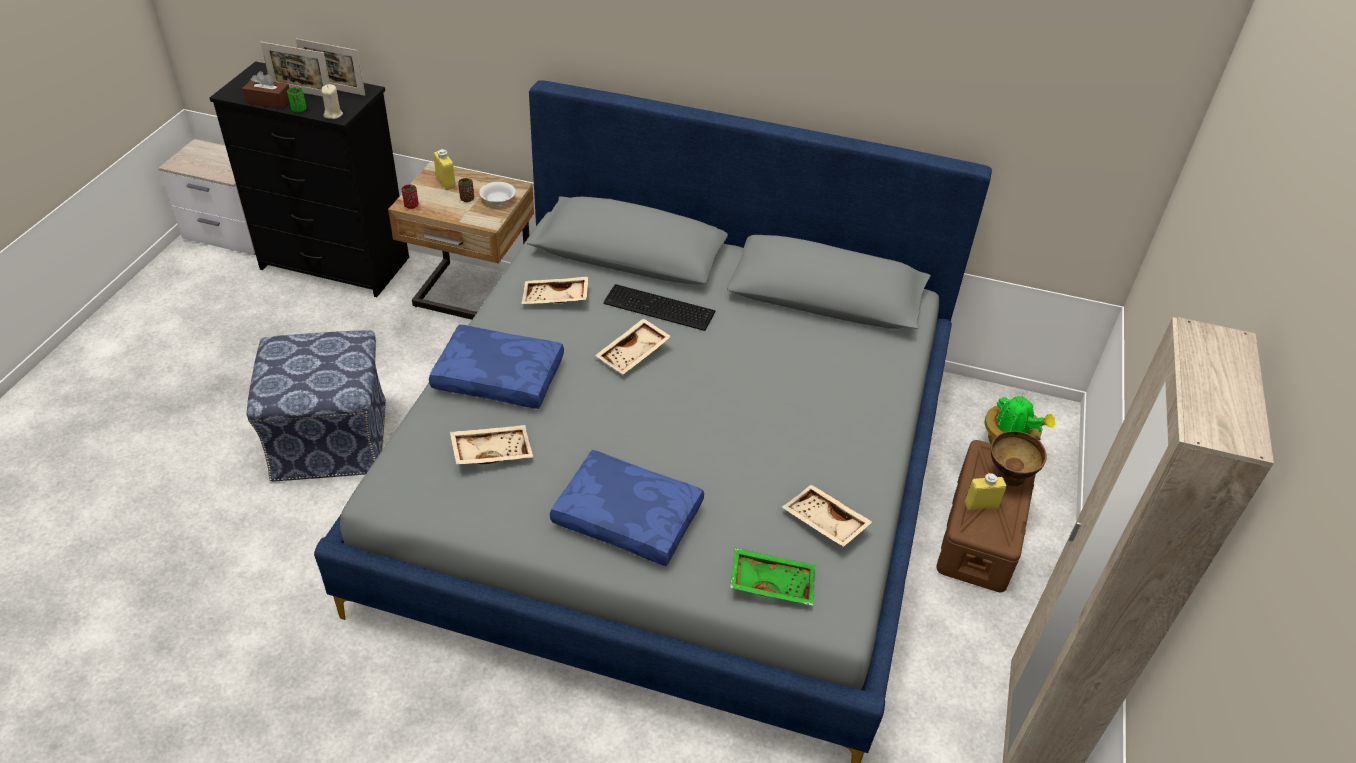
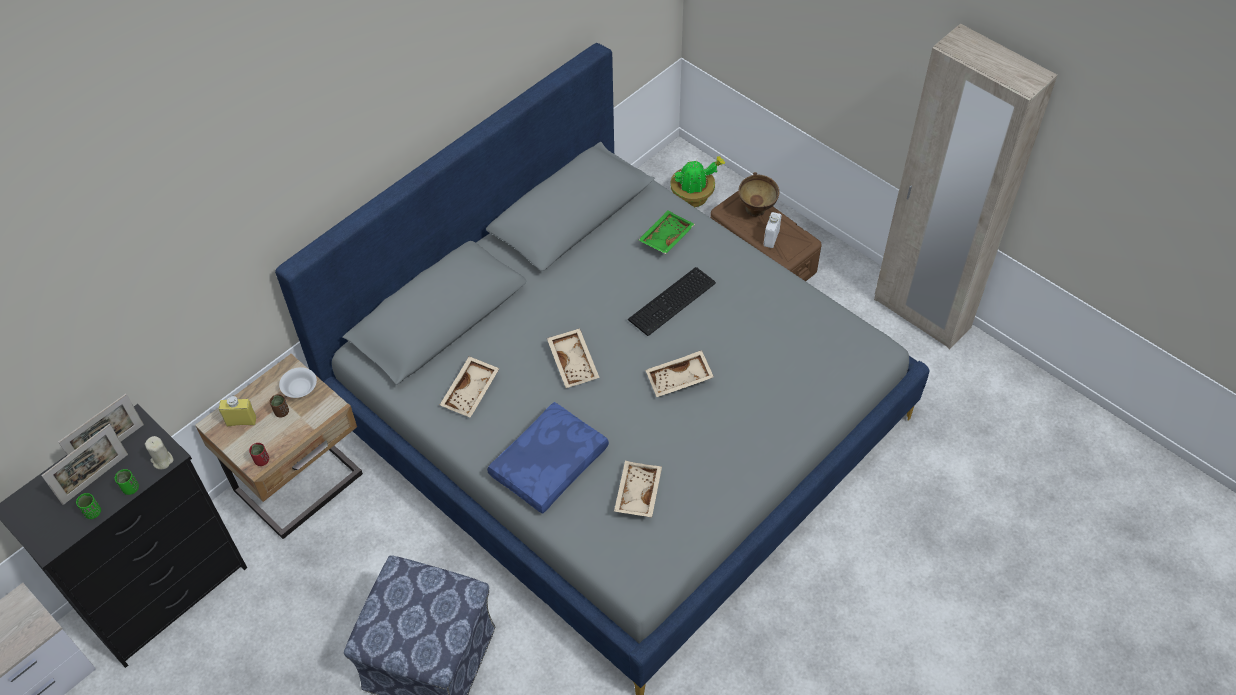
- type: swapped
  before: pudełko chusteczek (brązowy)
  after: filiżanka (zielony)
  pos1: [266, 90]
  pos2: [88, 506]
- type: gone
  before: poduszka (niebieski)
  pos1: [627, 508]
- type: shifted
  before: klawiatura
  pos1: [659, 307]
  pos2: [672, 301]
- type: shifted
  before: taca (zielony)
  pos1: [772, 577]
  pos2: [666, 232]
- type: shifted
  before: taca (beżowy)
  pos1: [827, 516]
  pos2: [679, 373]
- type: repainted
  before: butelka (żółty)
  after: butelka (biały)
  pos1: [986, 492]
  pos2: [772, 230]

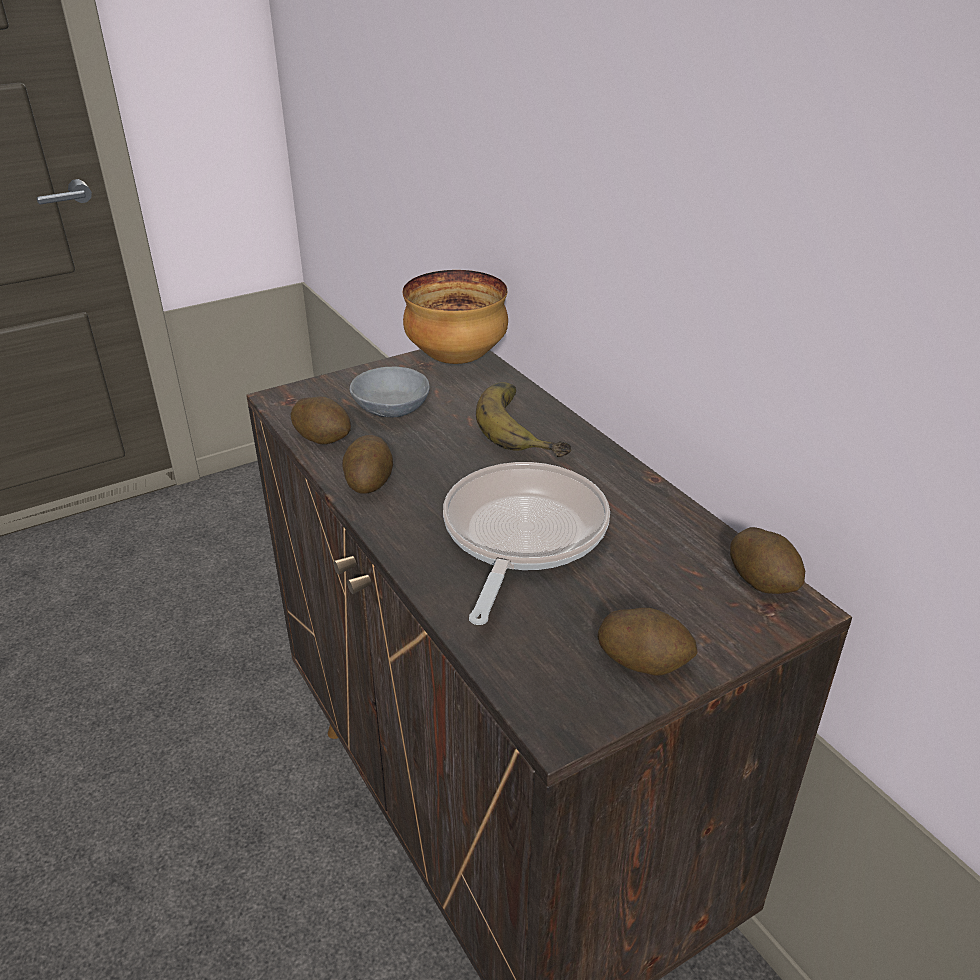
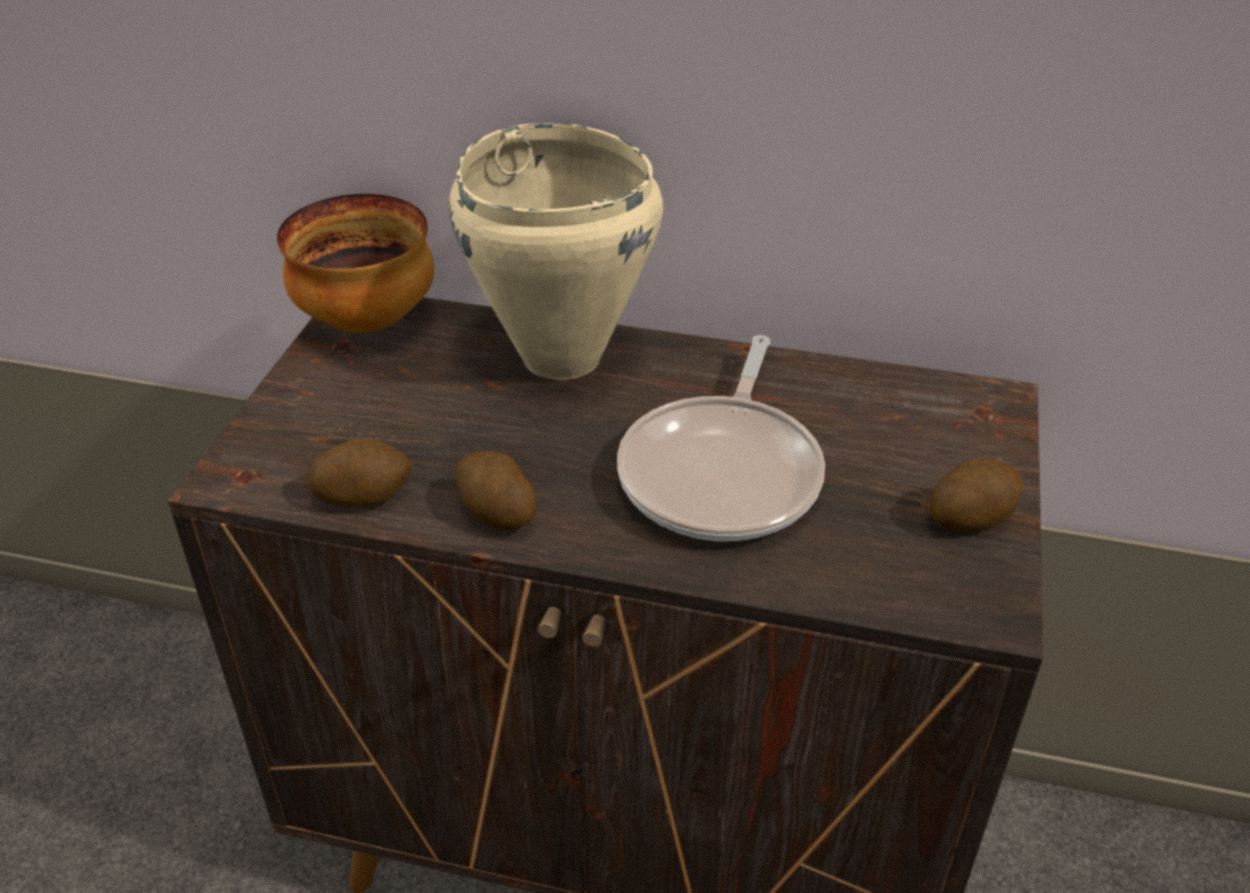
- type: gone
  before: miska (szary)
  pos1: [390, 392]
- type: rotated
  before: patelnia
  pos1: [526, 543]
  pos2: [721, 438]
  turn: -135
- type: swapped
  before: banan
  after: garnek (beżowy)
  pos1: [523, 419]
  pos2: [556, 251]
- type: gone
  before: ziemniak
  pos1: [767, 560]

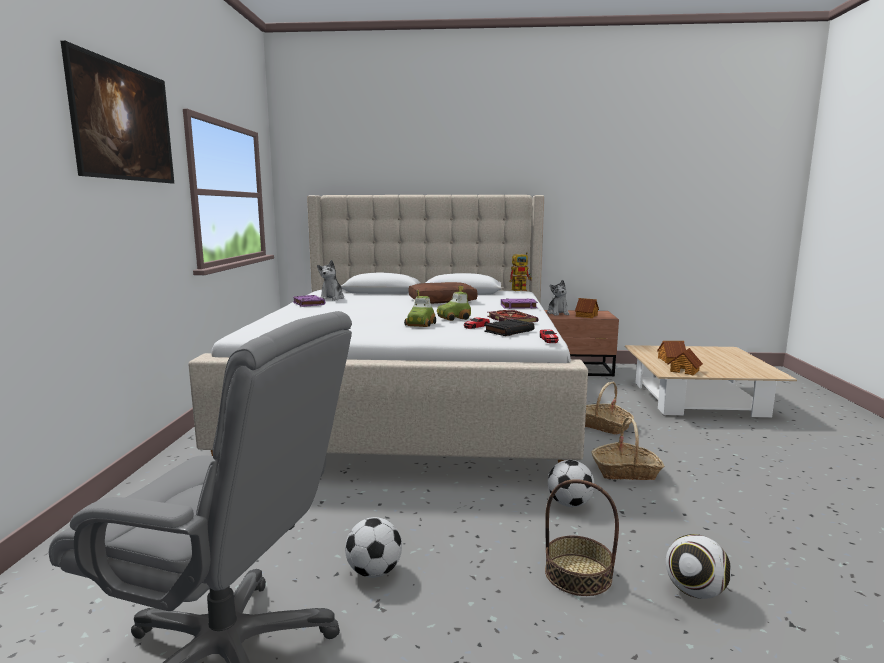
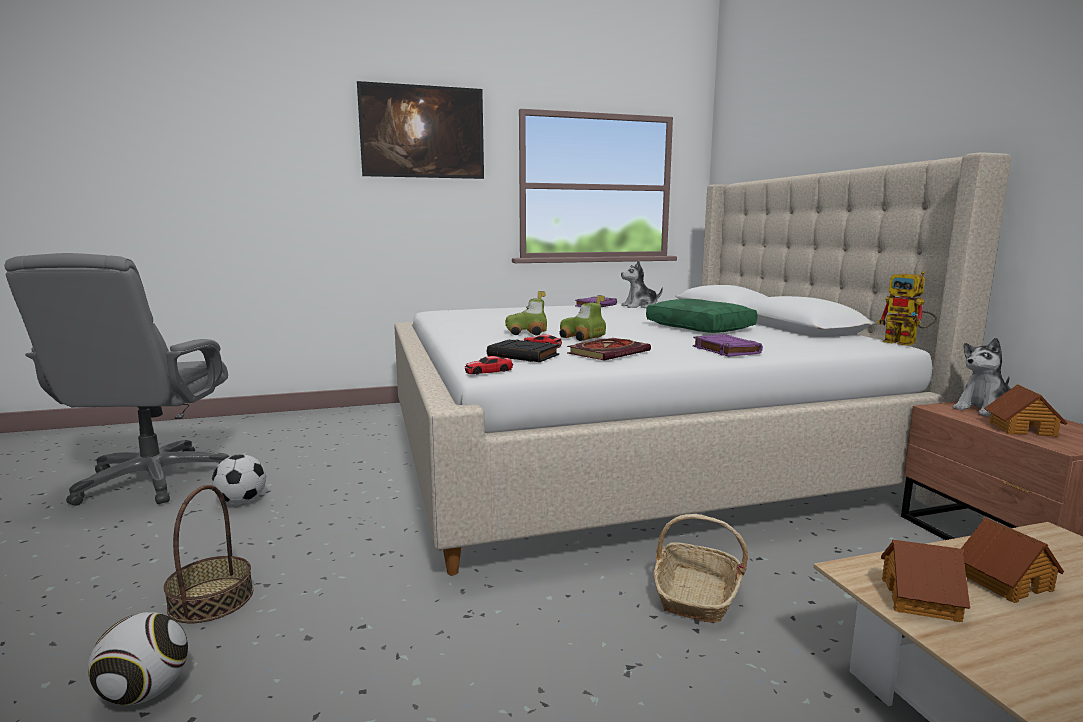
- type: repainted
  before: poduszka (brązowy)
  after: poduszka (zielony)
  pos1: [443, 293]
  pos2: [702, 316]
- type: gone
  before: piłka futbolowa
  pos1: [571, 483]
- type: gone
  before: koszyk
  pos1: [628, 448]

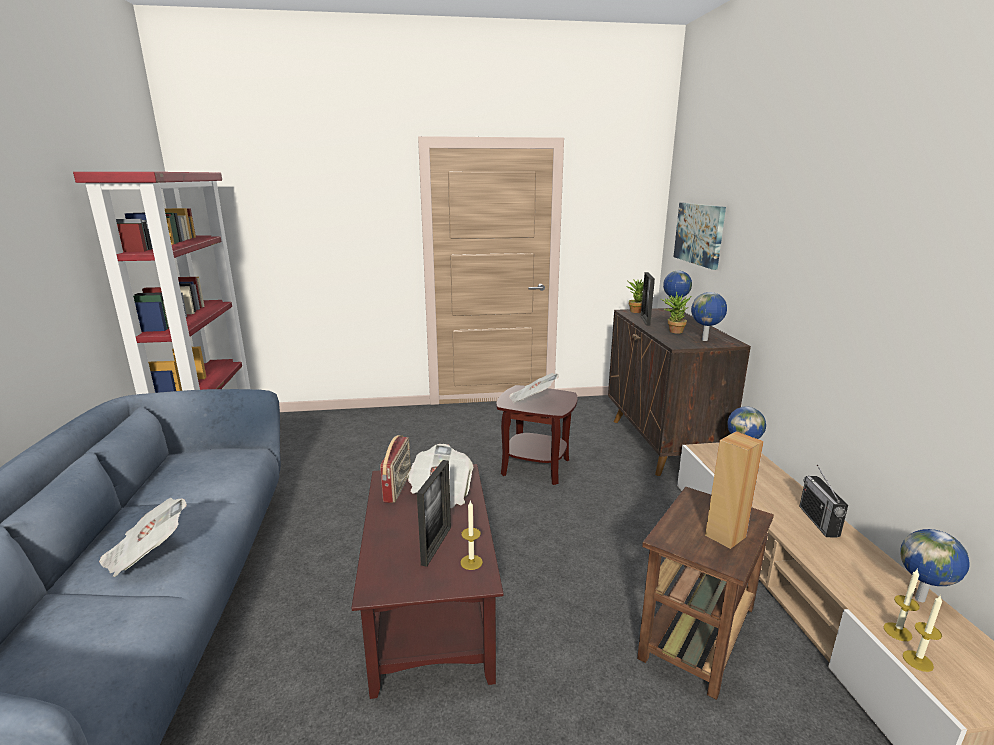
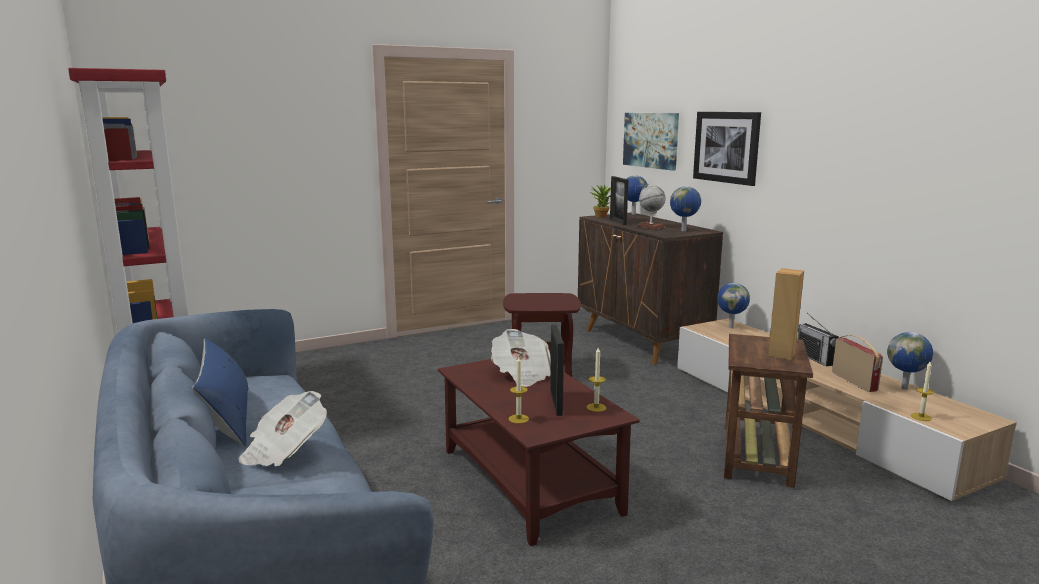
- type: shifted
  before: radio
  pos1: [395, 469]
  pos2: [857, 363]
- type: gone
  before: gazeta
  pos1: [534, 388]
- type: swapped
  before: roślina doniczkowa
  after: globus
  pos1: [675, 312]
  pos2: [651, 207]
- type: shifted
  before: świeca
  pos1: [901, 605]
  pos2: [519, 390]
- type: new
  after: poduszka (niebieski)
  pos2: [220, 392]
- type: new
  after: obraz
  pos2: [727, 149]

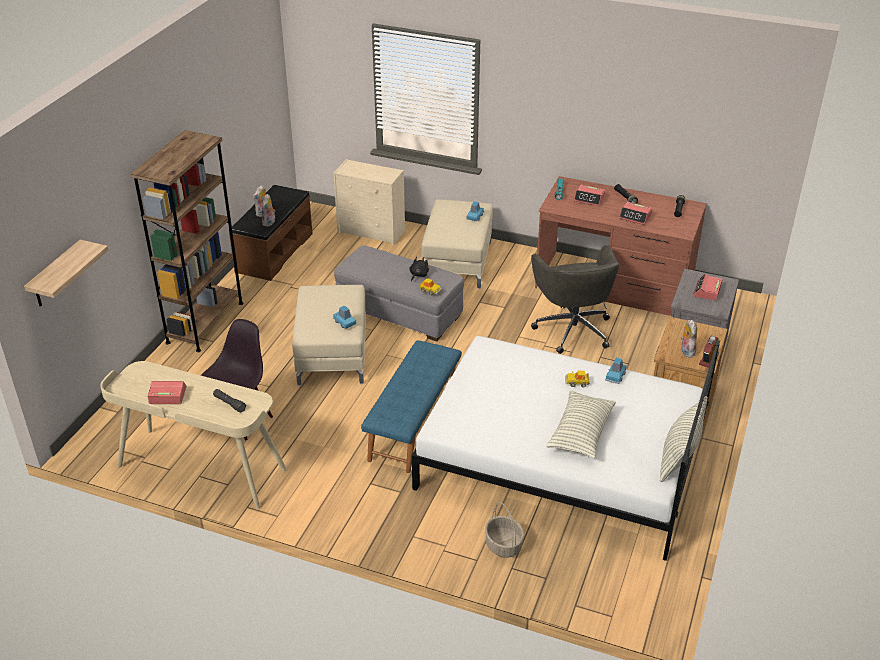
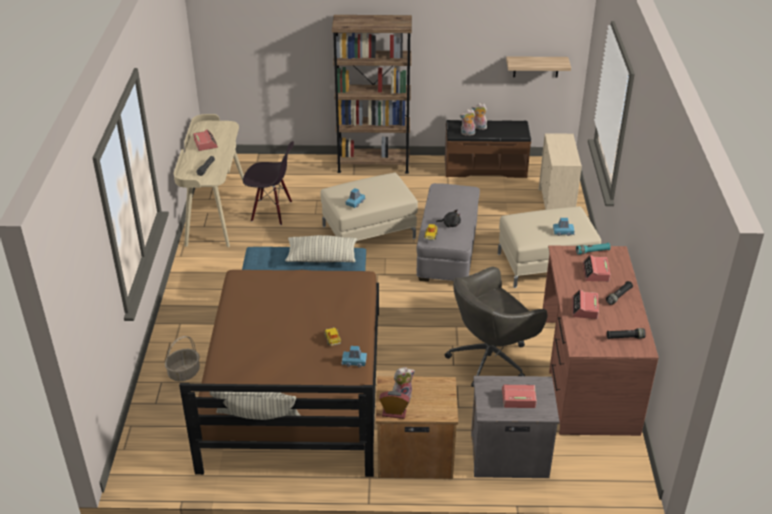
- type: shifted
  before: półka
  pos1: [66, 273]
  pos2: [538, 67]
- type: repainted
  before: łóżko (biały)
  after: łóżko (brązowy)
  pos1: [566, 448]
  pos2: [279, 373]
- type: shifted
  before: poduszka
  pos1: [581, 424]
  pos2: [321, 248]

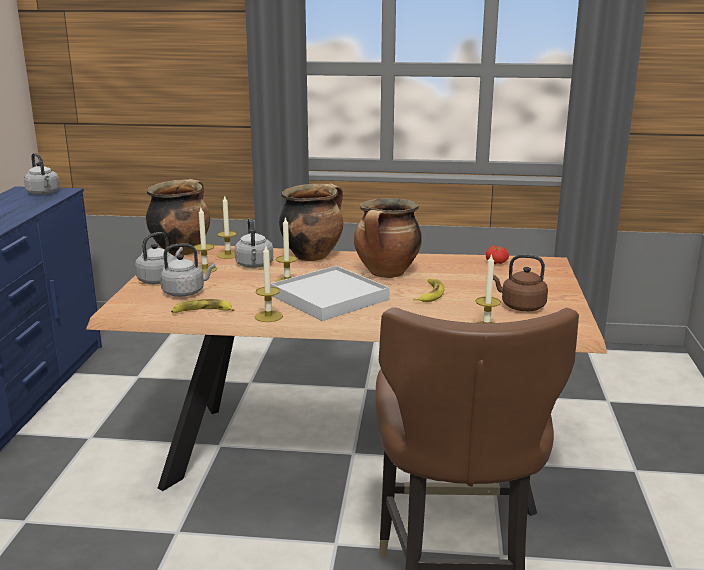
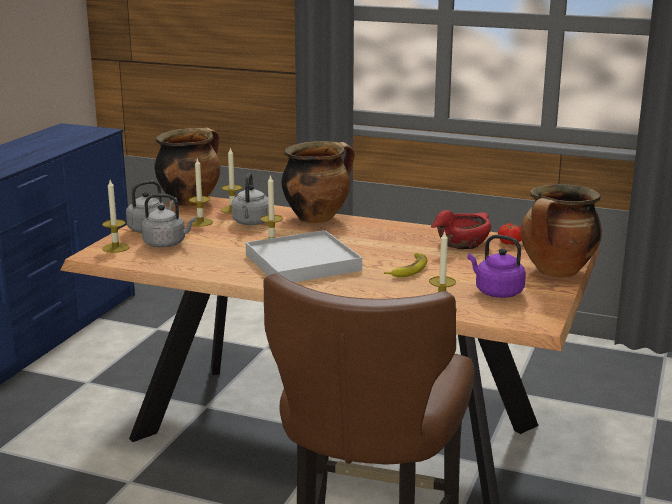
- type: gone
  before: czajnik (szary)
  pos1: [42, 174]
- type: gone
  before: banan
  pos1: [202, 306]
- type: shifted
  before: świeca
  pos1: [269, 284]
  pos2: [116, 216]
- type: shifted
  before: garnek
  pos1: [388, 238]
  pos2: [561, 231]
- type: repainted
  before: czajnik (brązowy)
  after: czajnik (fioletowy)
  pos1: [520, 282]
  pos2: [497, 266]
- type: new
  after: miska (czerwony)
  pos2: [461, 229]

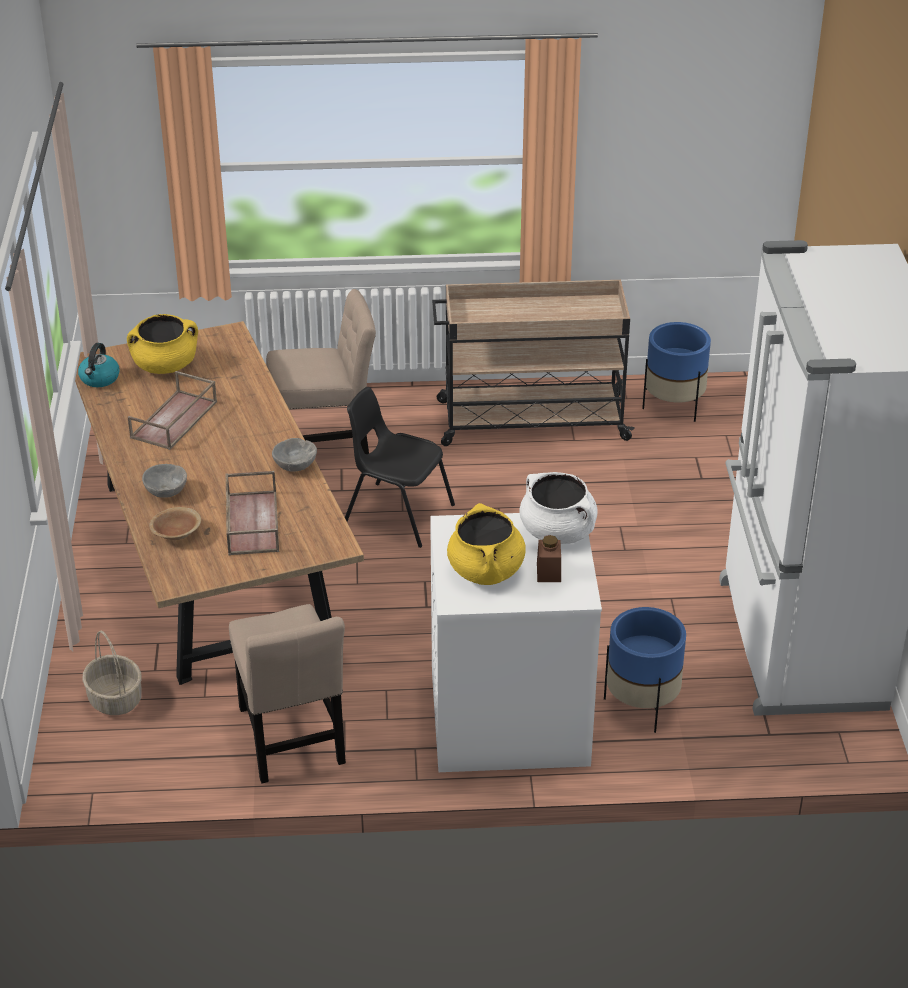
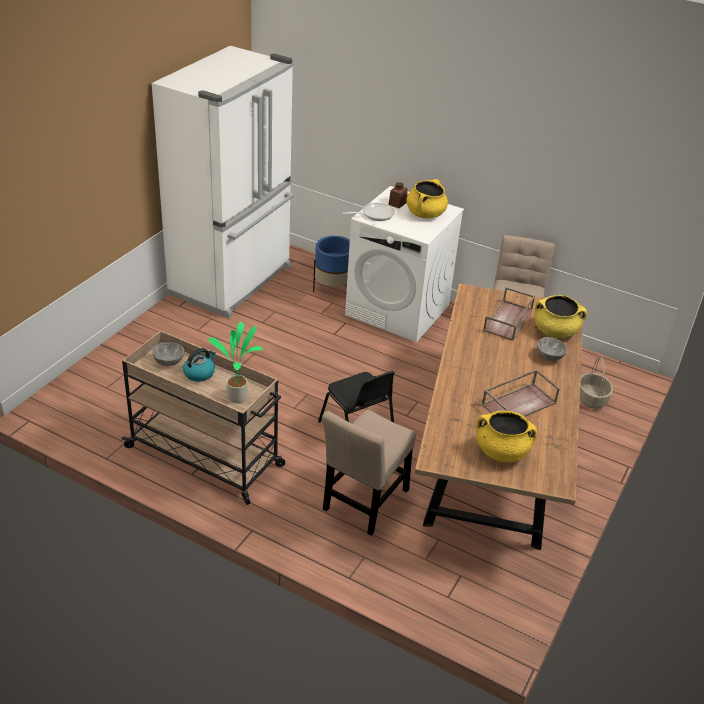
- type: shifted
  before: czajnik
  pos1: [98, 365]
  pos2: [199, 365]
- type: swapped
  before: miska (brązowy)
  after: garnek (żółty)
  pos1: [175, 523]
  pos2: [561, 316]
- type: rotated
  before: krzesło (beżowy)
  pos1: [321, 371]
  pos2: [369, 473]
  turn: -75
- type: shifted
  before: miska (szary)
  pos1: [294, 455]
  pos2: [168, 354]
- type: swapped
  before: garnek (biały)
  after: patelnia
  pos1: [558, 508]
  pos2: [369, 212]
- type: gone
  before: donica (niebieski)
  pos1: [676, 372]
- type: new
  after: roślina doniczkowa
  pos2: [235, 362]

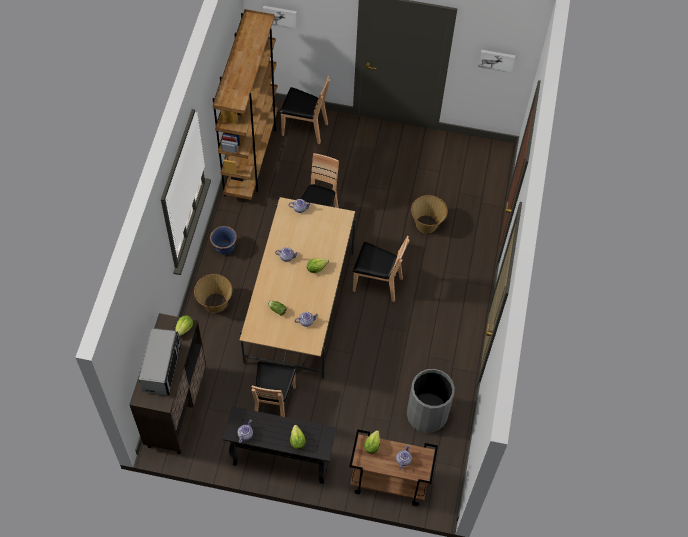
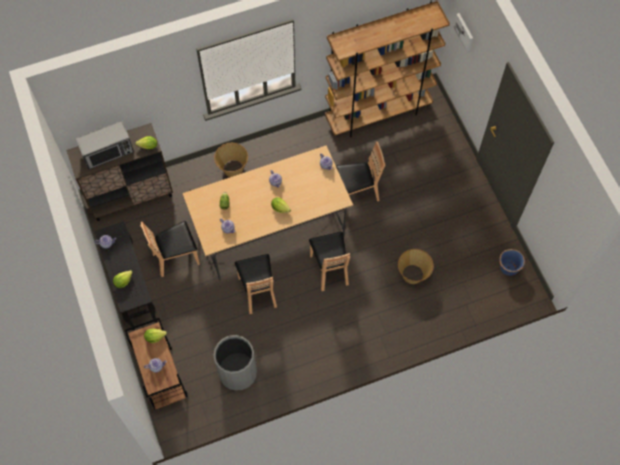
- type: shifted
  before: donica (niebieski)
  pos1: [223, 240]
  pos2: [512, 262]
- type: shifted
  before: krzesło (brązowy)
  pos1: [305, 110]
  pos2: [256, 284]
- type: gone
  before: obraz
  pos1: [496, 61]

